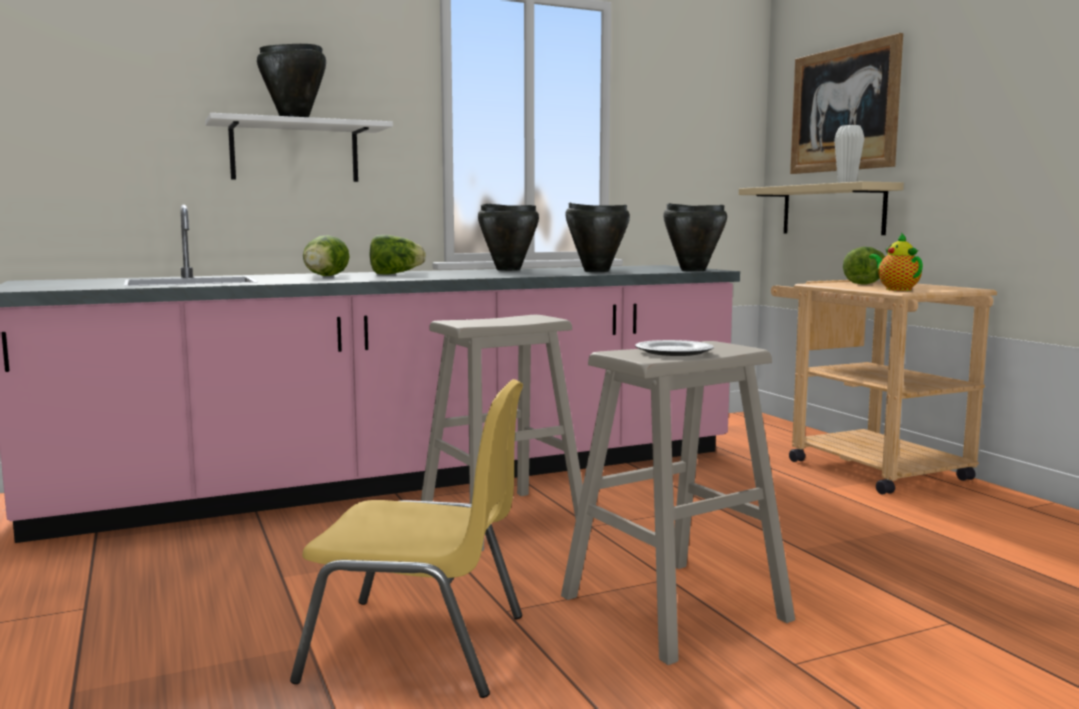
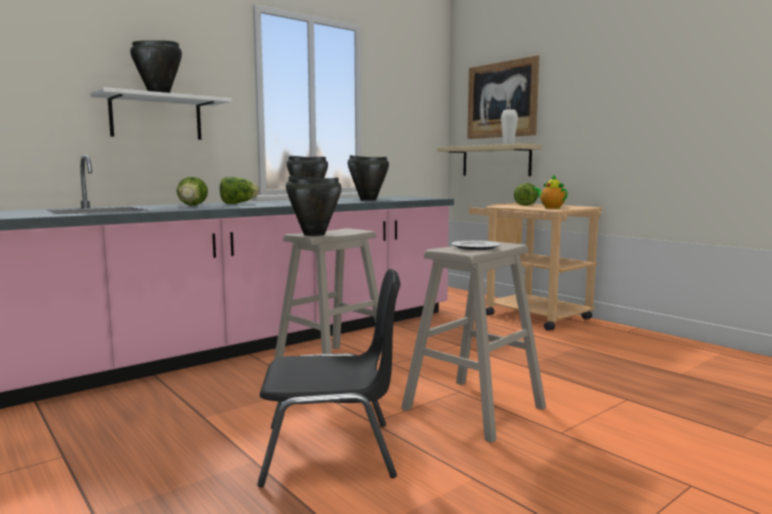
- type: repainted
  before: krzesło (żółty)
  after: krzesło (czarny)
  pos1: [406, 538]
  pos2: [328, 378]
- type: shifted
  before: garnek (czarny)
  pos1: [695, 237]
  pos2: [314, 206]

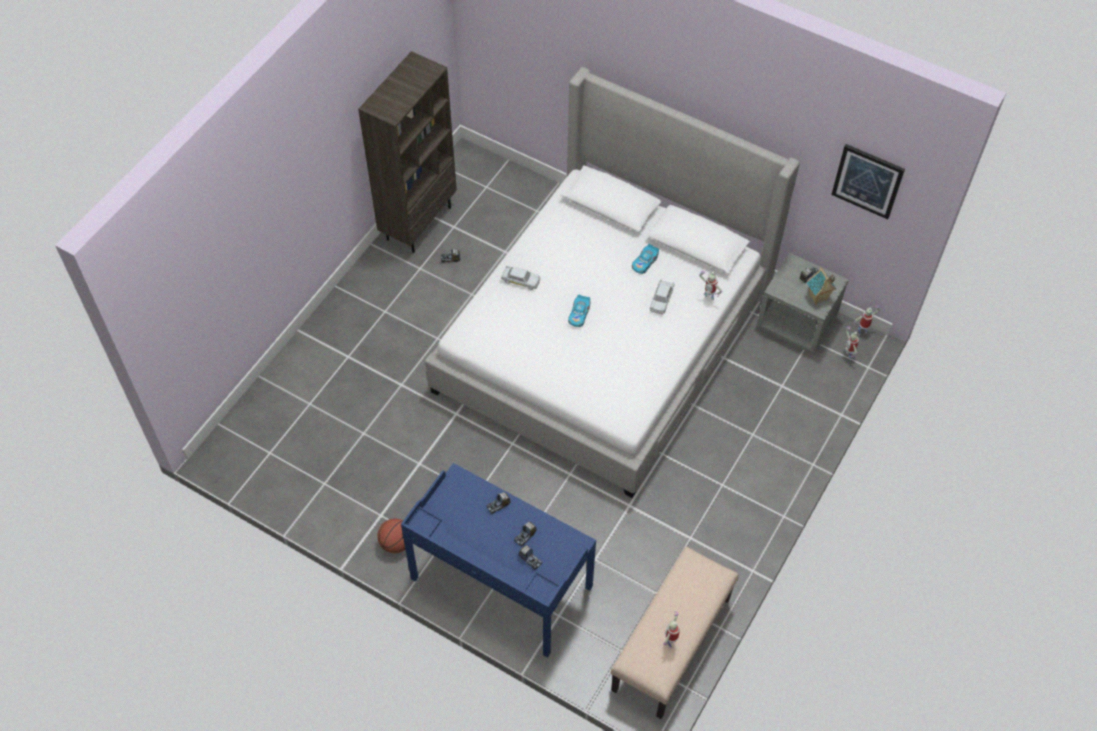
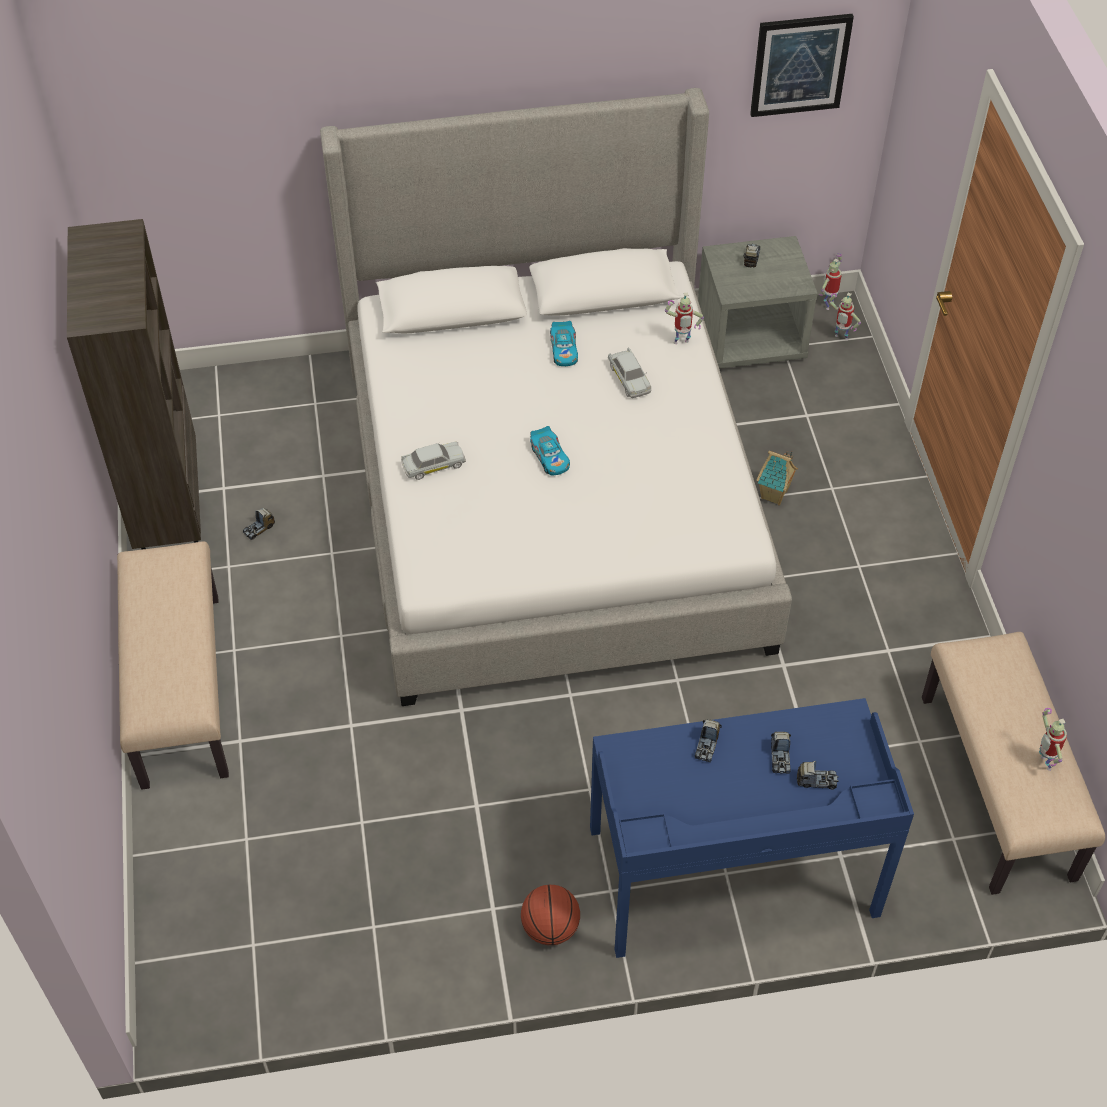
- type: shifted
  before: domek
  pos1: [821, 286]
  pos2: [777, 478]
- type: new
  after: ławka (beżowy)
  pos2: [173, 665]

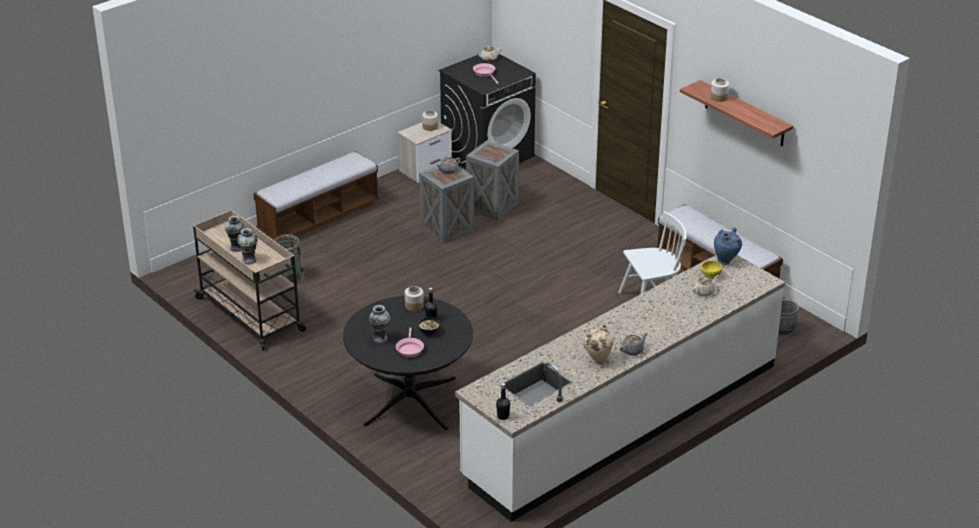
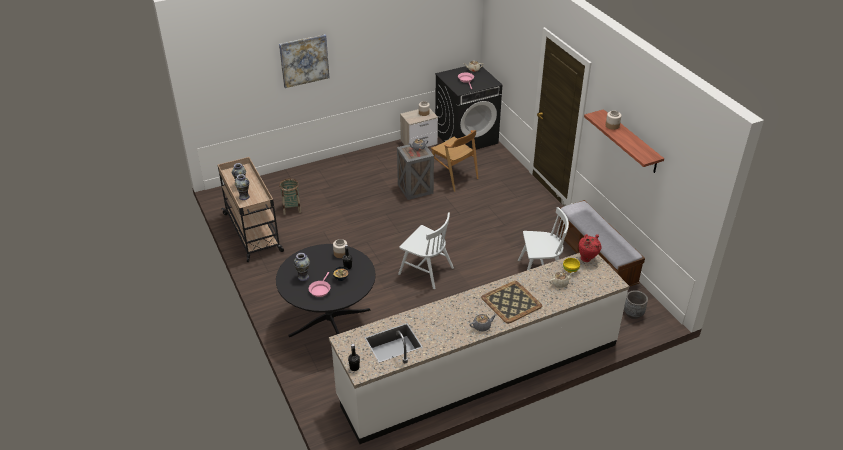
- type: gone
  before: ławka
  pos1: [316, 195]
- type: swapped
  before: skrzynka
  after: krzesło (brązowy)
  pos1: [492, 180]
  pos2: [454, 161]
- type: gone
  before: wazon (beżowy)
  pos1: [598, 344]
- type: repainted
  before: wazon (niebieski)
  after: wazon (czerwony)
  pos1: [728, 246]
  pos2: [590, 248]
- type: new
  after: obraz
  pos2: [304, 61]
- type: new
  after: krzesło (biały)
  pos2: [426, 250]
- type: new
  after: taca
  pos2: [511, 302]

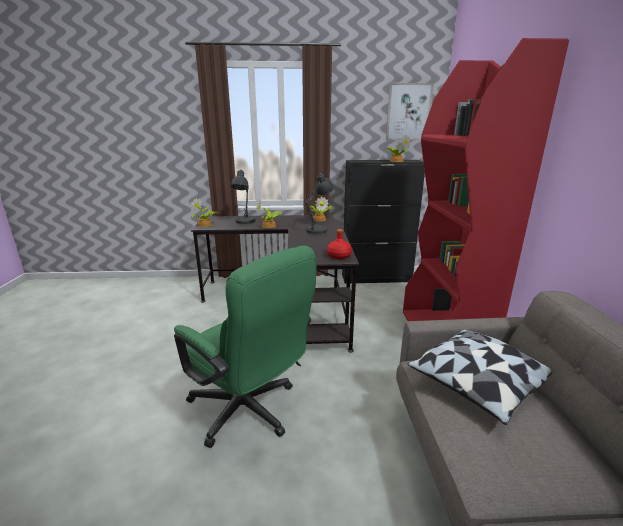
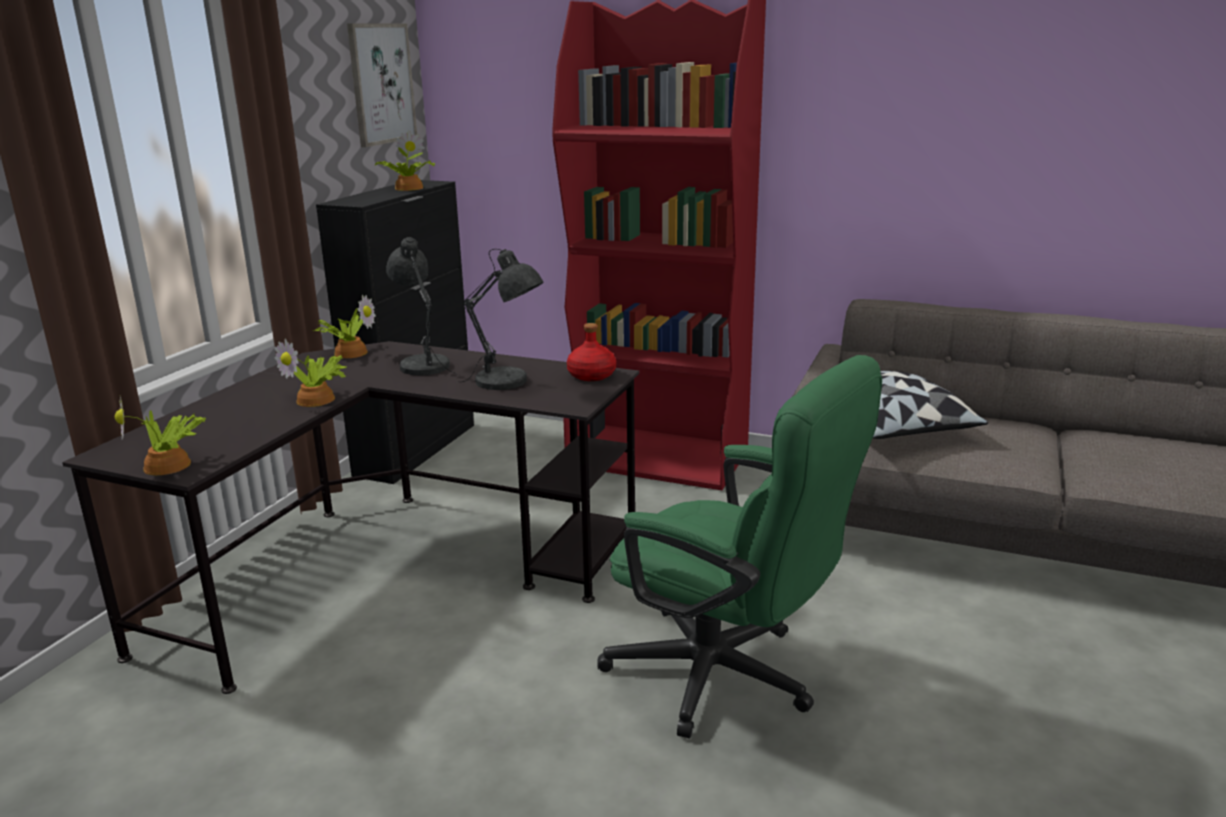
- type: rotated
  before: krzesło biurowe (zielony)
  pos1: [245, 347]
  pos2: [740, 547]
  turn: 60
- type: shifted
  before: lampa stołowa (szary)
  pos1: [243, 197]
  pos2: [503, 319]

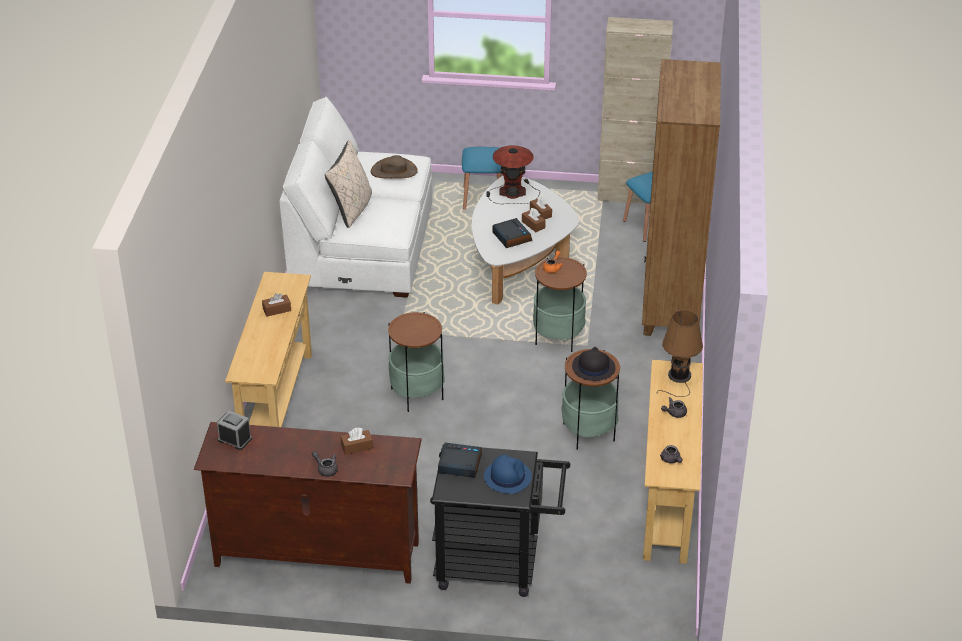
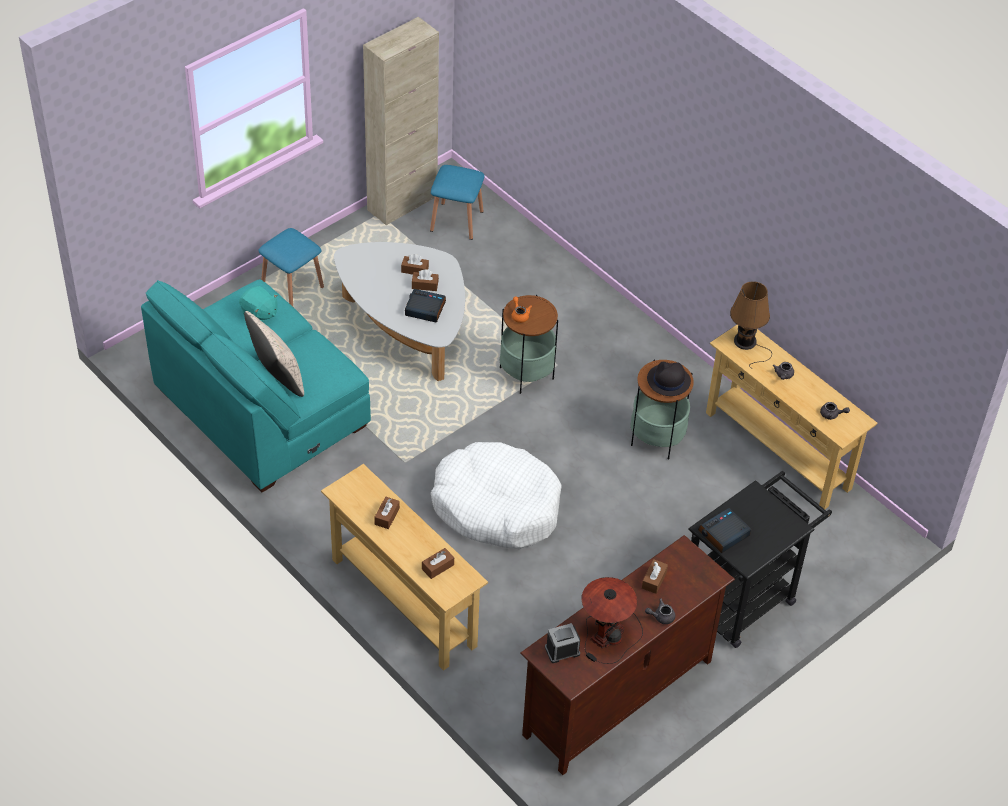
- type: repainted
  before: kanapa (biały)
  after: kanapa (turkusowy)
  pos1: [356, 197]
  pos2: [256, 385]
- type: swapped
  before: kapelusz (brązowy)
  after: pluszak (turkusowy)
  pos1: [394, 167]
  pos2: [258, 304]
- type: swapped
  before: stolik
  after: legowisko (biały)
  pos1: [416, 362]
  pos2: [496, 495]
- type: gone
  before: kapelusz (niebieski)
  pos1: [508, 474]
- type: shifted
  before: lampa stołowa
  pos1: [513, 175]
  pos2: [612, 620]
- type: gone
  before: regał (brązowy)
  pos1: [681, 197]
- type: new
  after: pudełko chusteczek (brązowy)
  pos2: [438, 563]

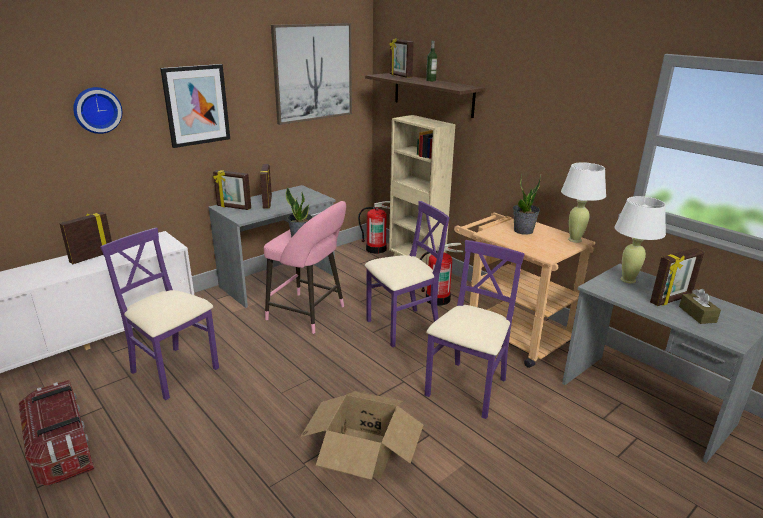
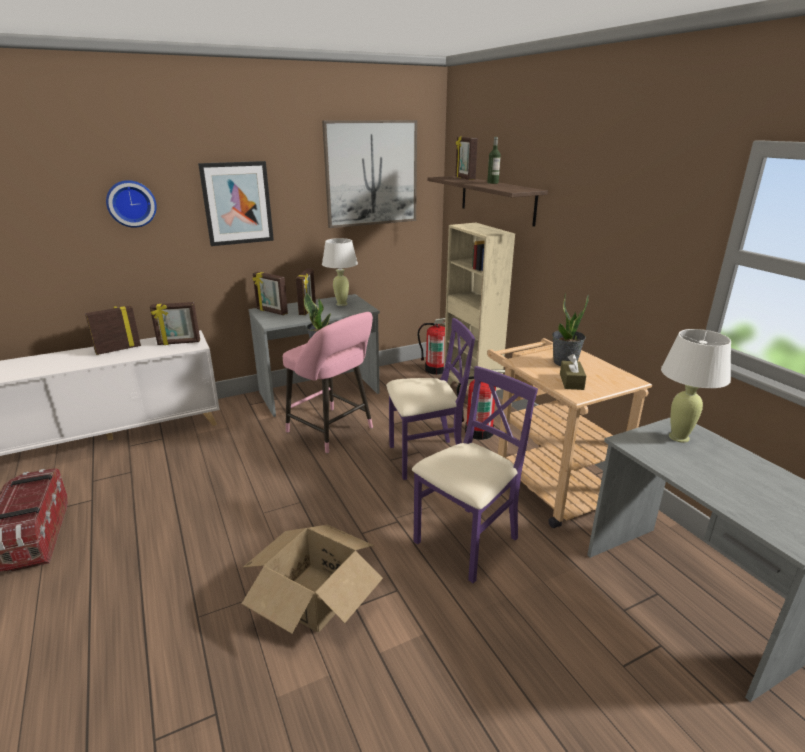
- type: gone
  before: krzesło (fioletowy)
  pos1: [159, 314]
- type: shifted
  before: lampa stołowa (biały)
  pos1: [583, 202]
  pos2: [340, 272]
- type: shifted
  before: ramka na zdjęcie
  pos1: [677, 277]
  pos2: [175, 323]
- type: shifted
  before: pudełko chusteczek (brązowy)
  pos1: [700, 306]
  pos2: [573, 372]

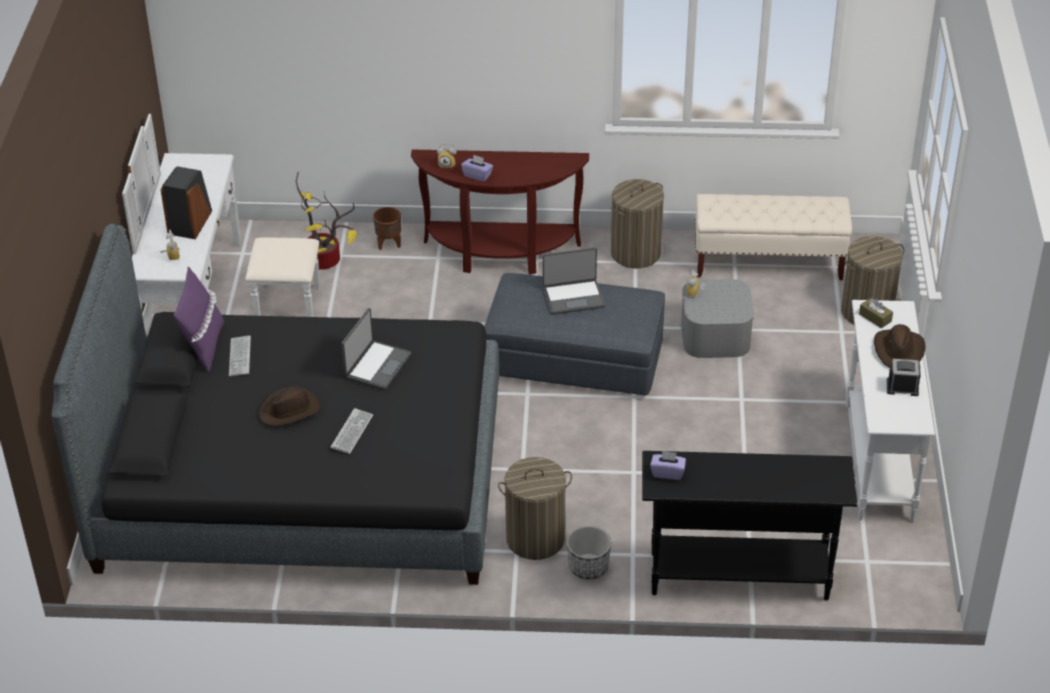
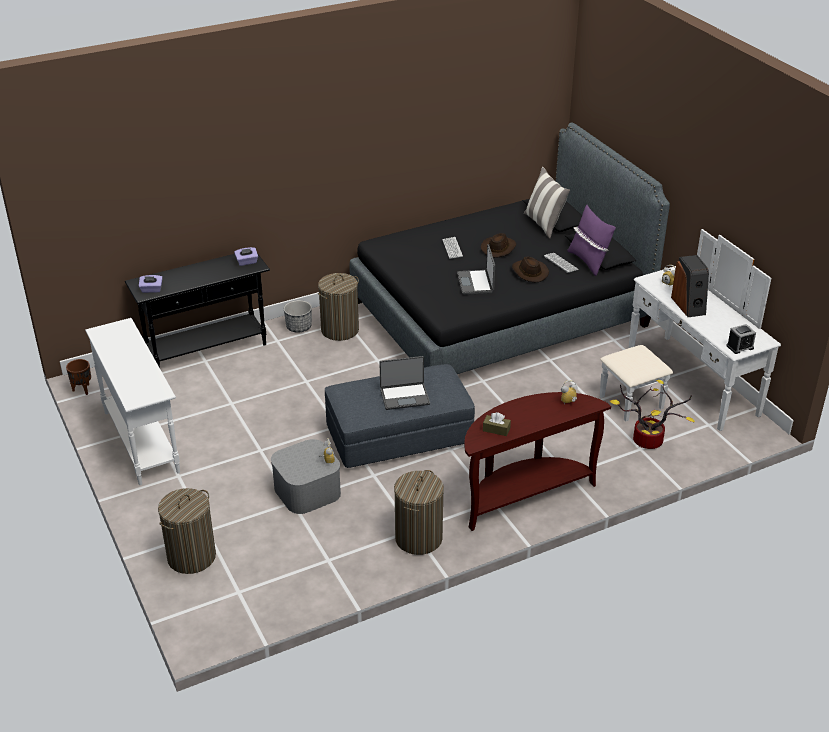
- type: shifted
  before: donica (brązowy)
  pos1: [387, 228]
  pos2: [78, 377]
- type: shifted
  before: pudełko chusteczek (fioletowy)
  pos1: [477, 168]
  pos2: [151, 284]
- type: rotated
  before: laptop
  pos1: [574, 281]
  pos2: [404, 383]
  turn: -150
- type: gone
  before: ławka (beżowy)
  pos1: [773, 237]
- type: shifted
  before: pudełko chusteczek (brązowy)
  pos1: [876, 313]
  pos2: [497, 424]
- type: shifted
  before: kapelusz (brązowy)
  pos1: [900, 346]
  pos2: [530, 269]
- type: shifted
  before: budzik
  pos1: [904, 377]
  pos2: [741, 339]
- type: new
  after: poduszka
  pos2: [547, 203]

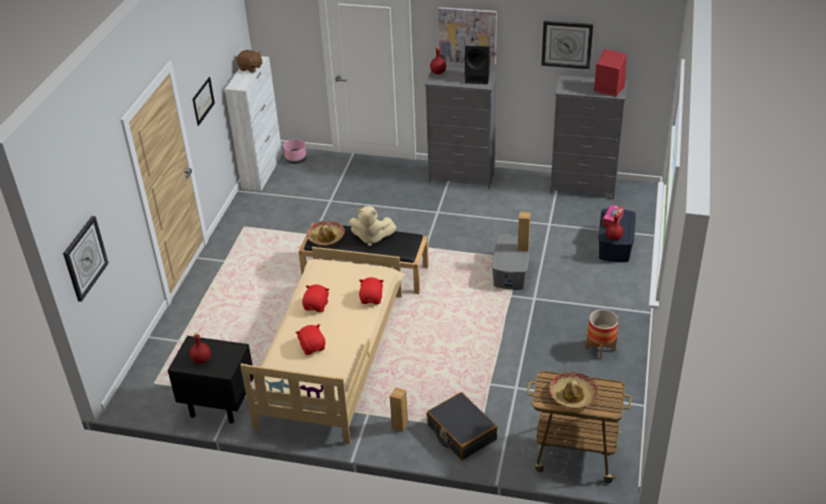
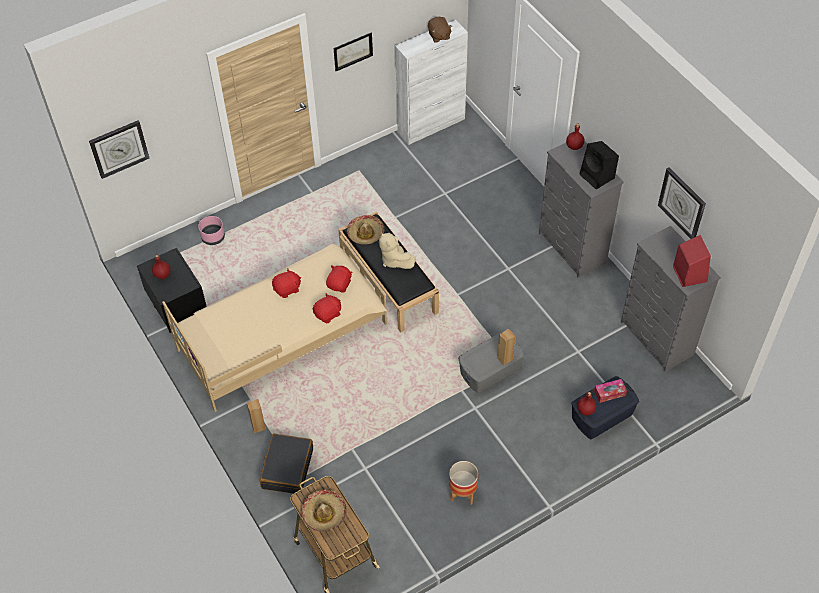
- type: shifted
  before: donica (różowy)
  pos1: [295, 151]
  pos2: [211, 230]
- type: shifted
  before: pluszak (czerwony)
  pos1: [310, 339]
  pos2: [339, 279]
- type: gone
  before: obraz
  pos1: [467, 36]

